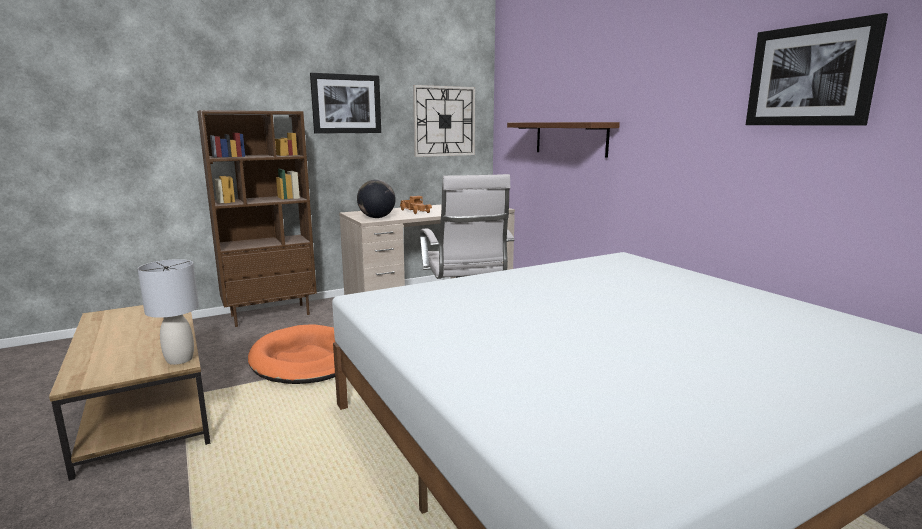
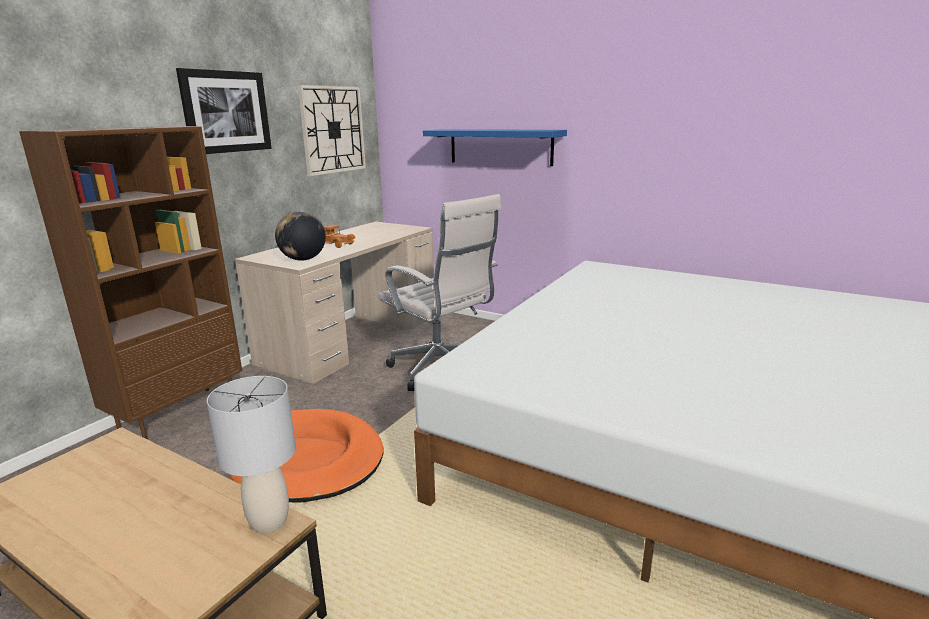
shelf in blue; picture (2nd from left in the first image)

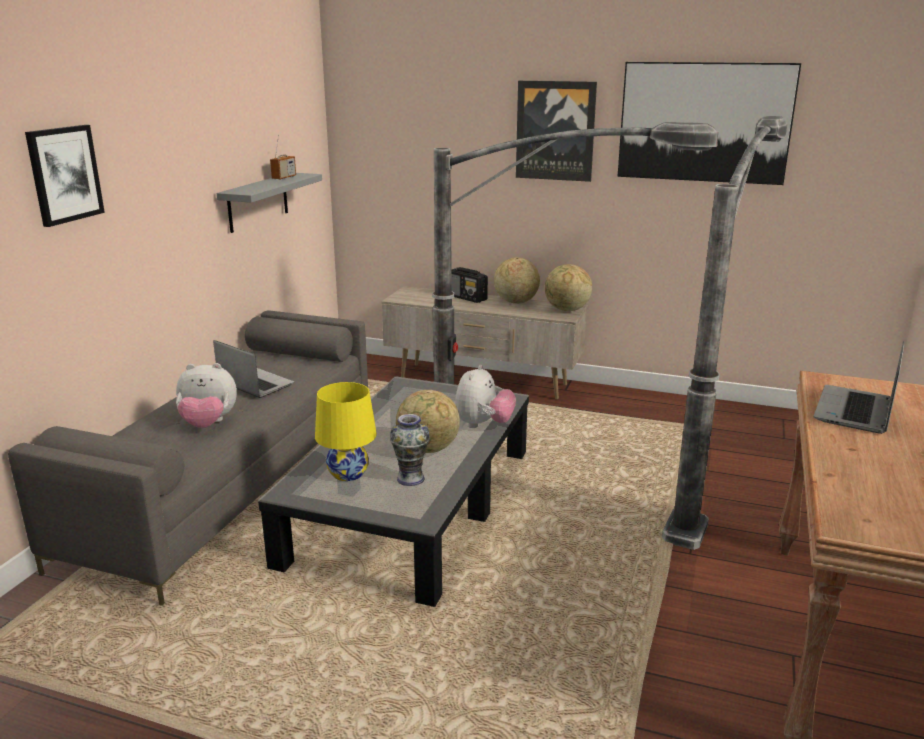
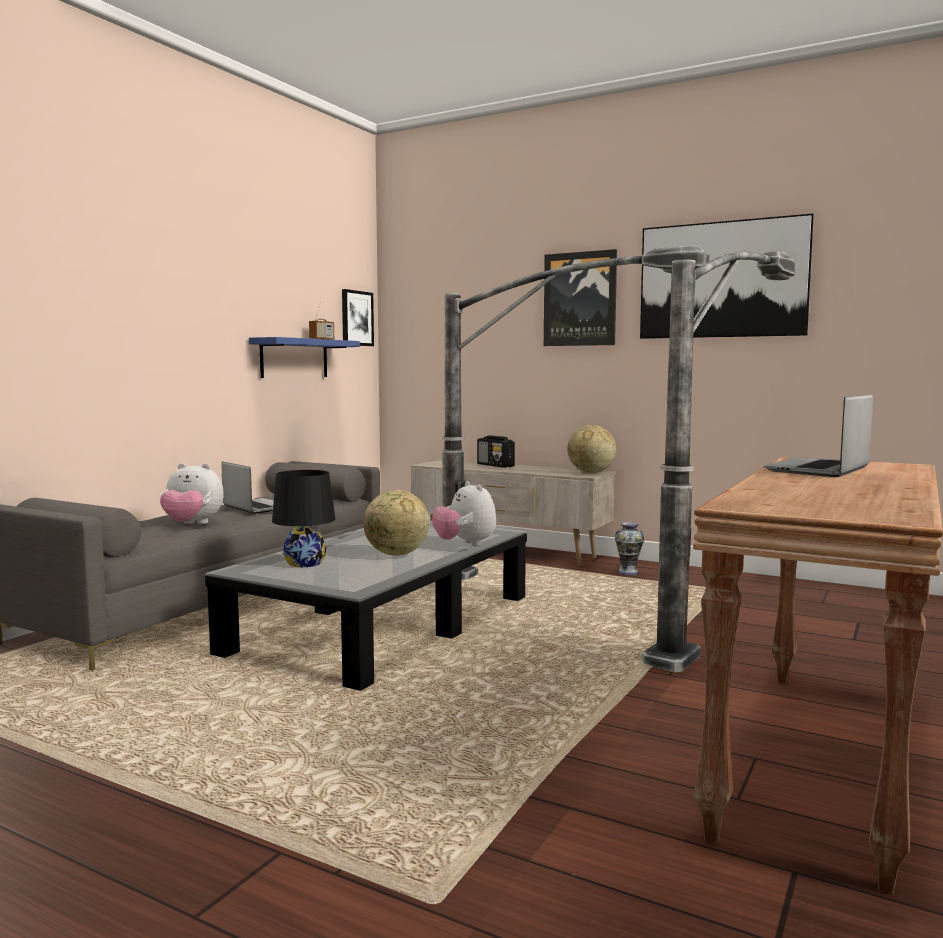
picture (1st from left); shelf in blue; table lamp in black; vase; plush toy (2nd from left); globe (2nd from left in the first image)

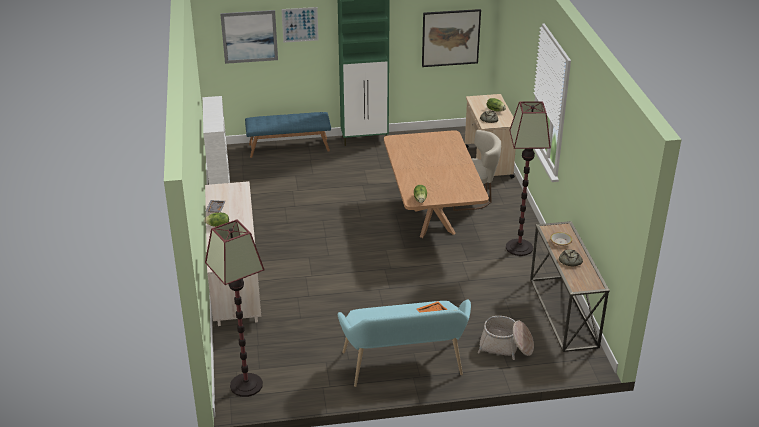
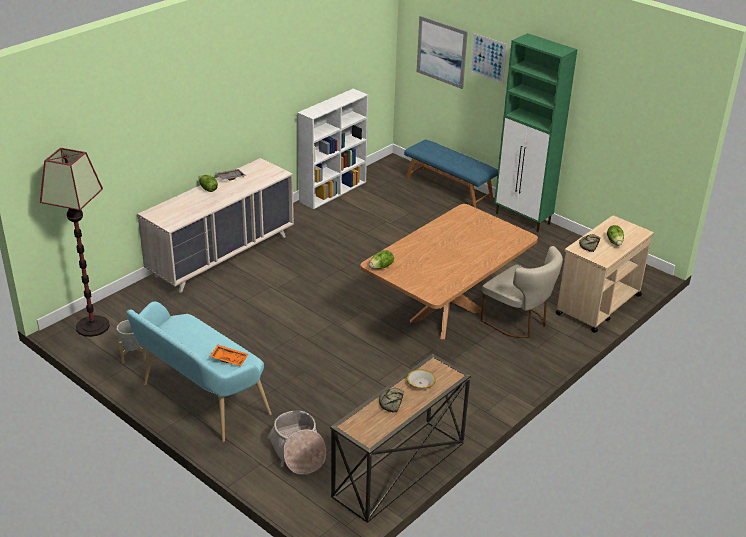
picture (3rd from left in the first image); floor lamp (2nd from left in the first image); planter in grey

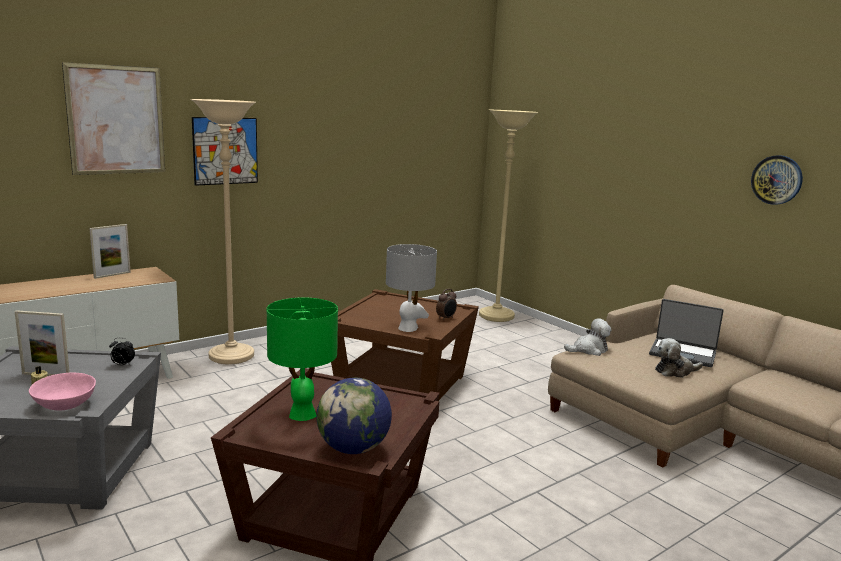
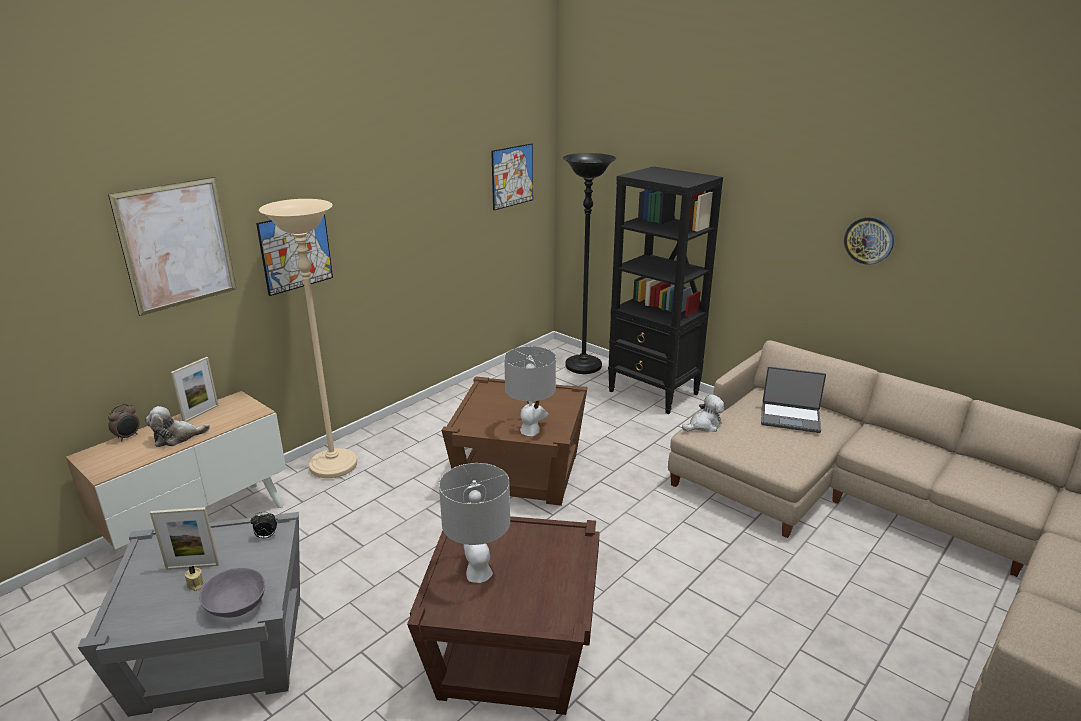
bowl in grey; table lamp in grey (1st from left); globe; alarm clock (1st from left); floor lamp in black; plush toy (1st from left); picture (3rd from left); bookcase in black

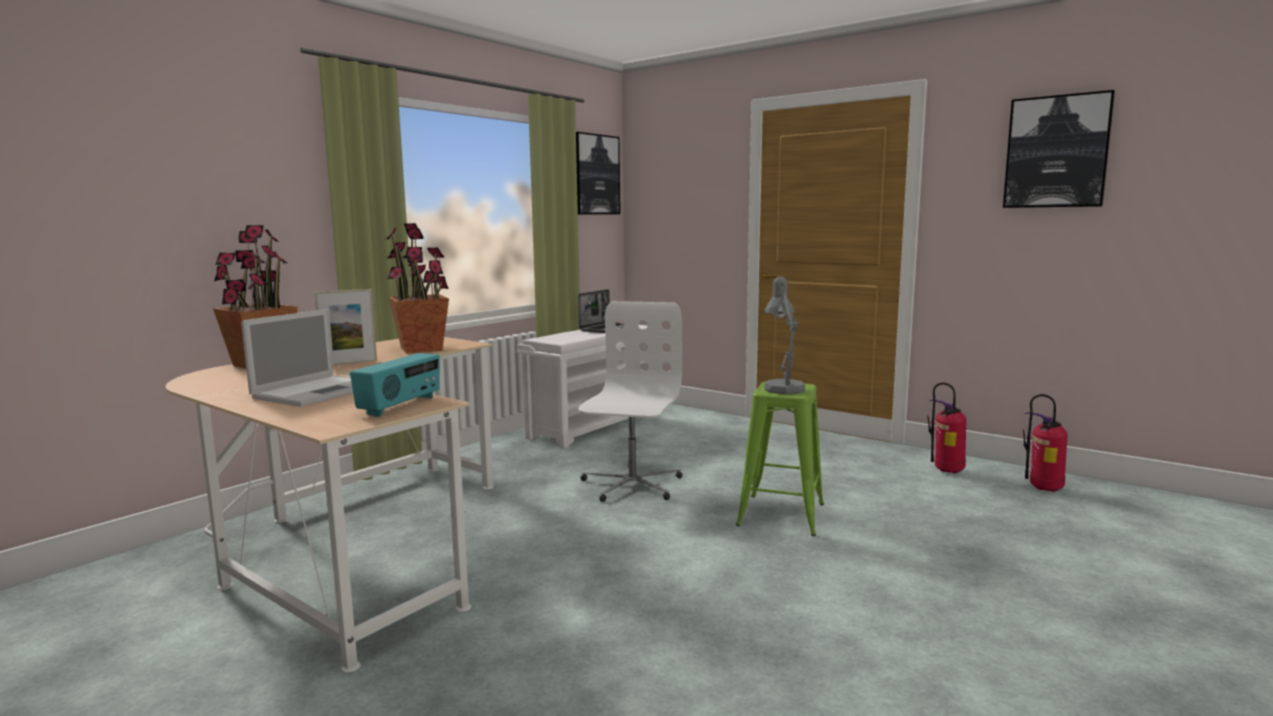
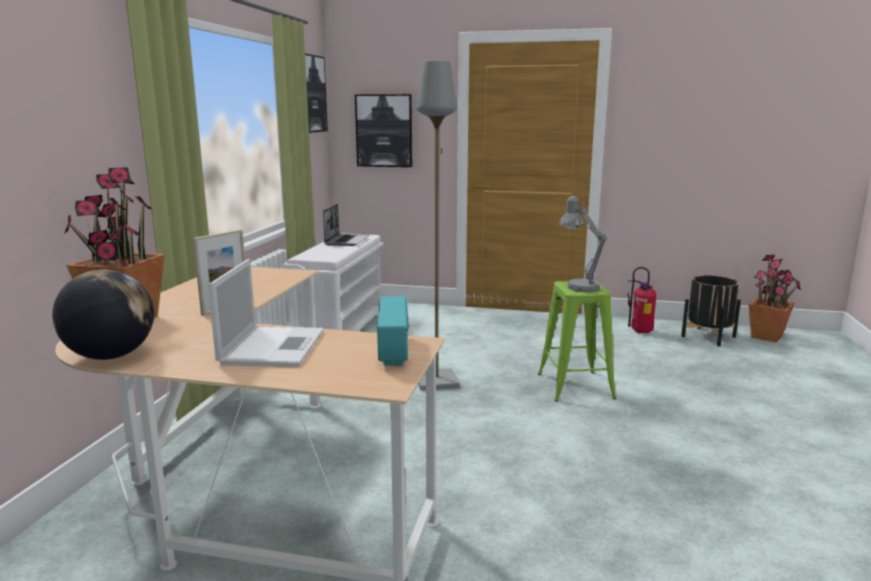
potted plant (2nd from left); floor lamp in grey; picture (2nd from left); planter in black; globe

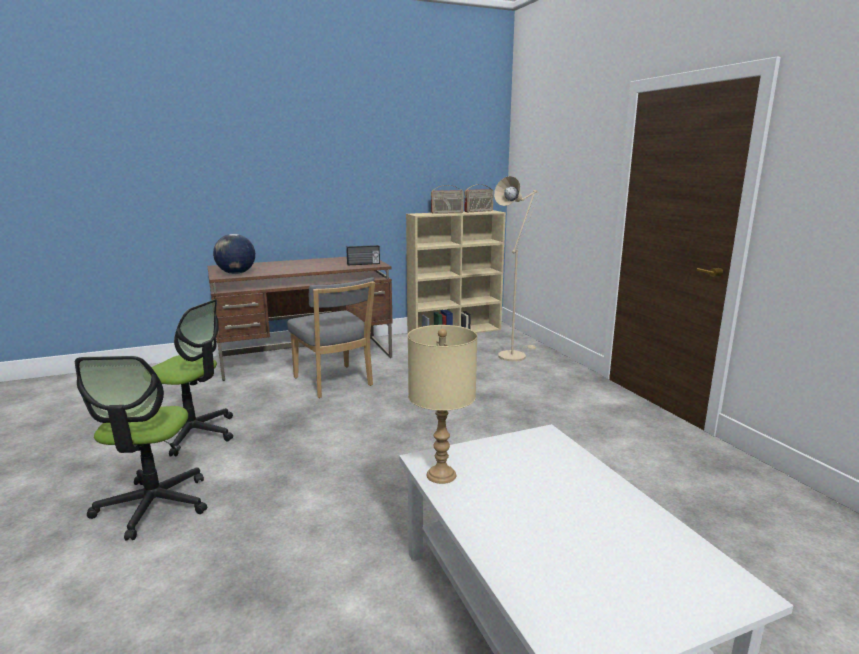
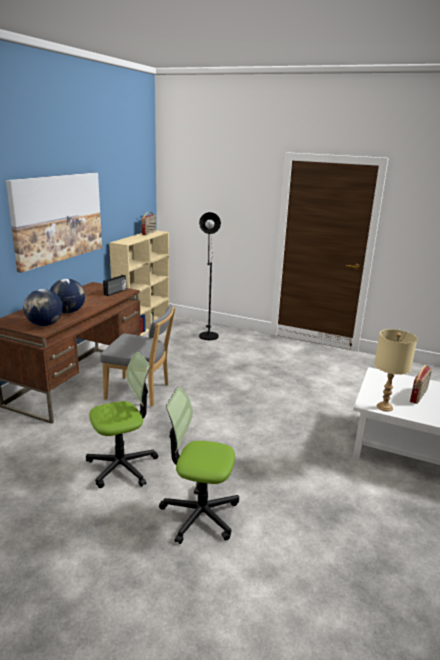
office chair (2nd from left); radio (3rd from left); floor lamp in black; picture; globe (2nd from left)

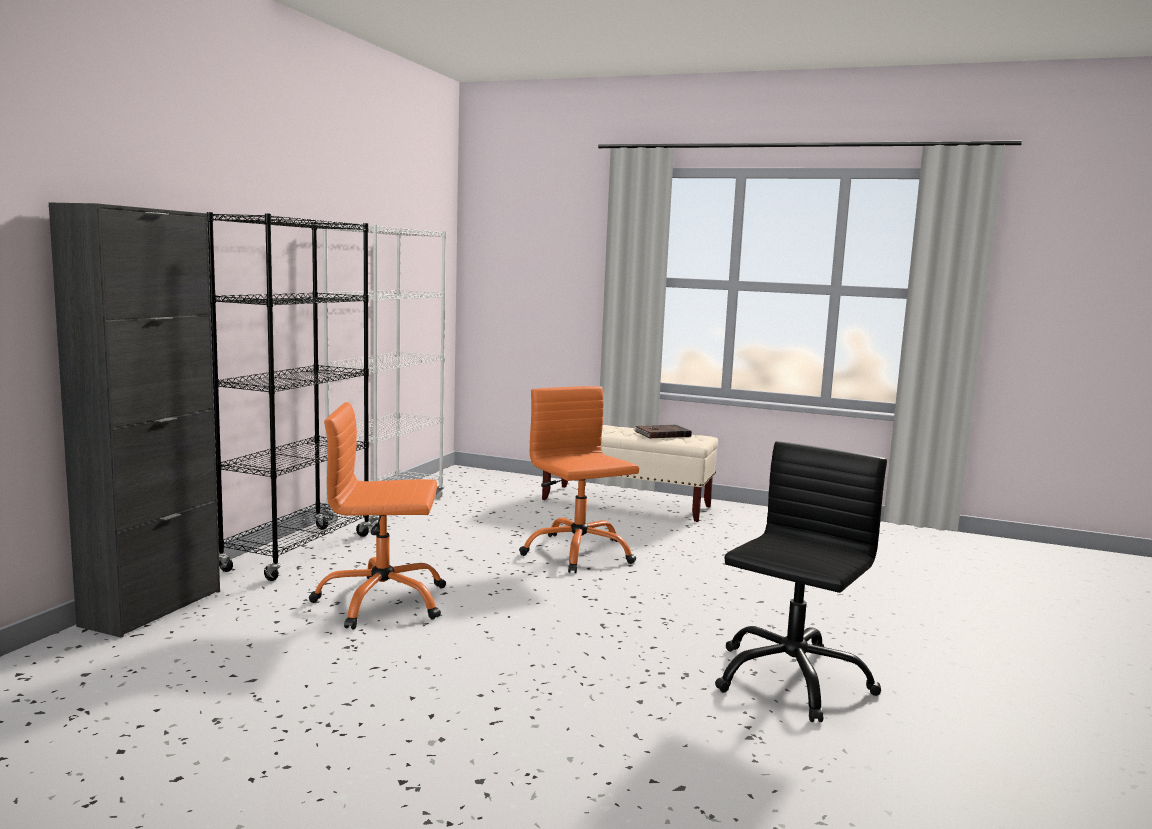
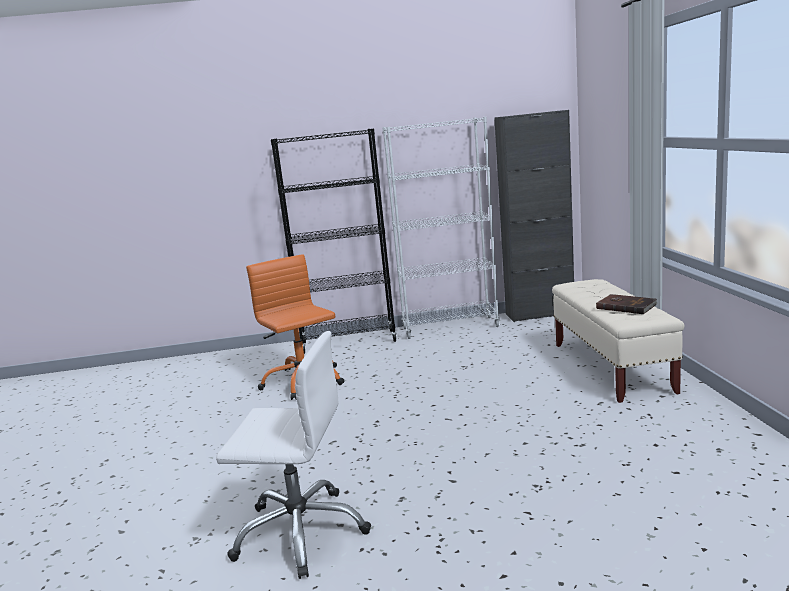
cabinet in black; office chair in orange (2nd from left in the first image); office chair in white

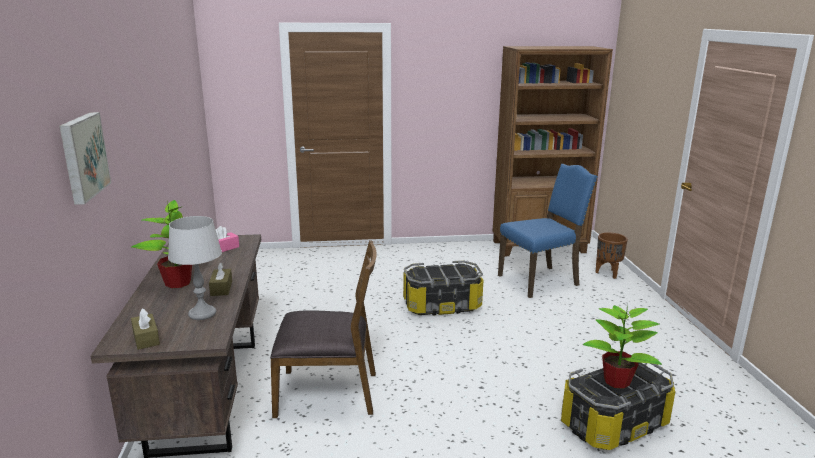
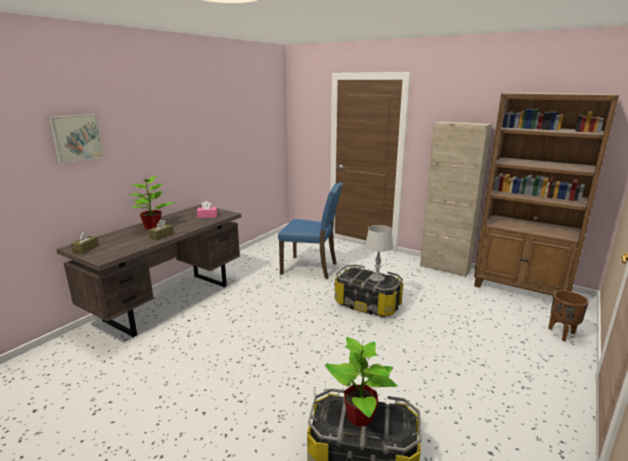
table lamp in grey; chair in brown; chair in blue; cabinet in beige

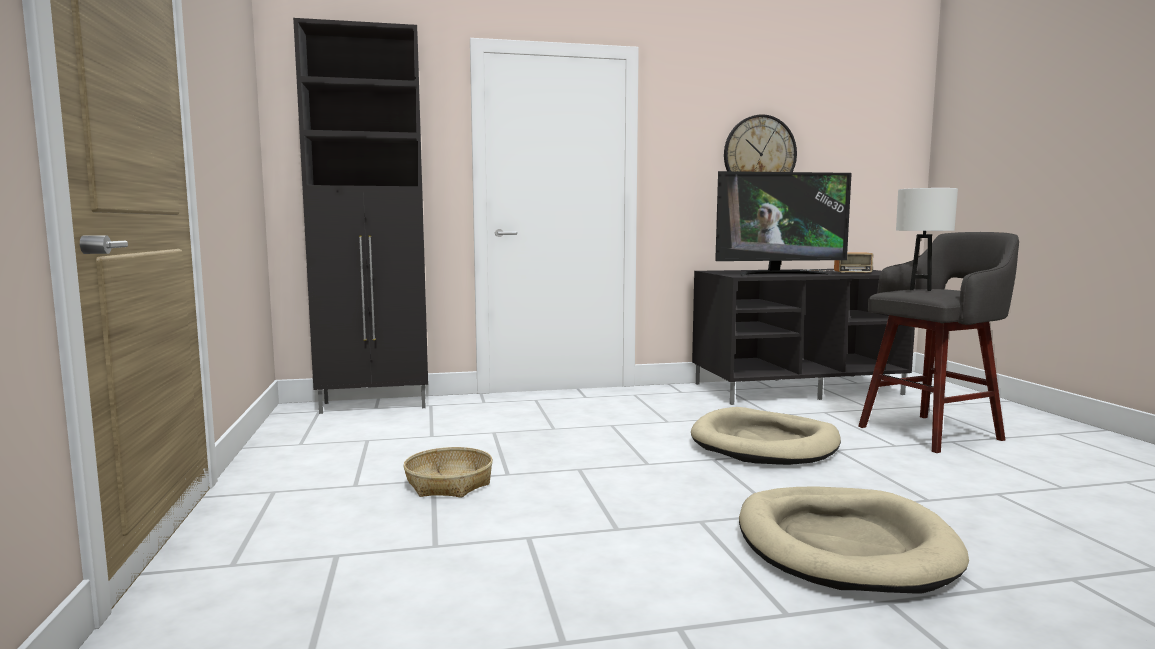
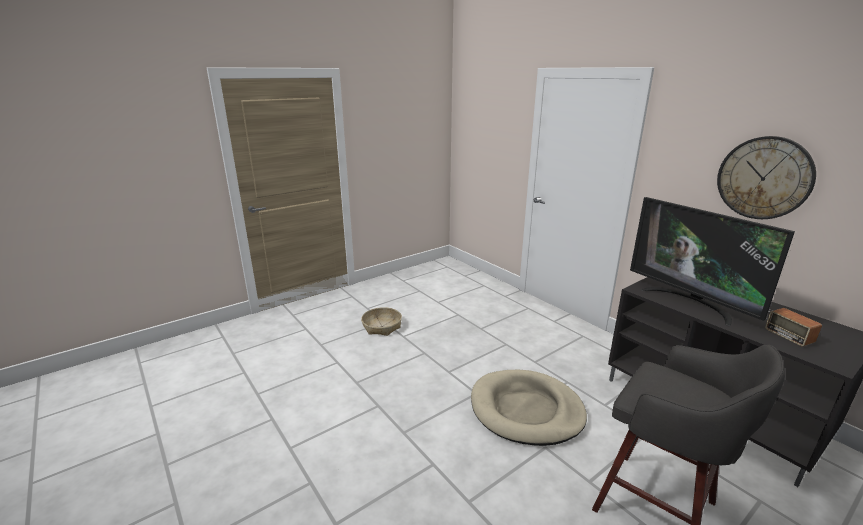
cabinet in black; dog bed in beige (2nd from left in the first image); table lamp in white

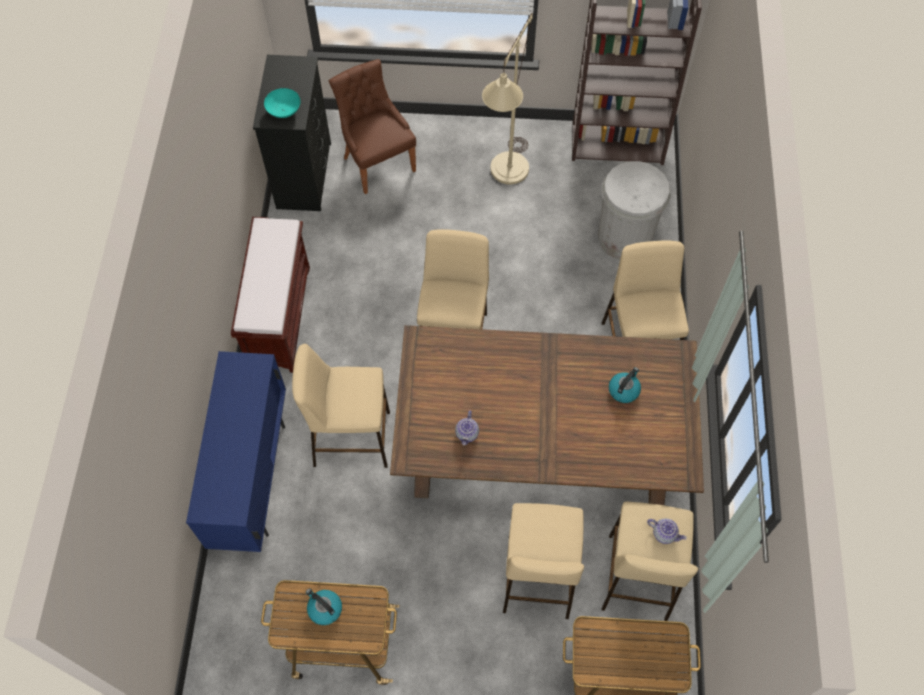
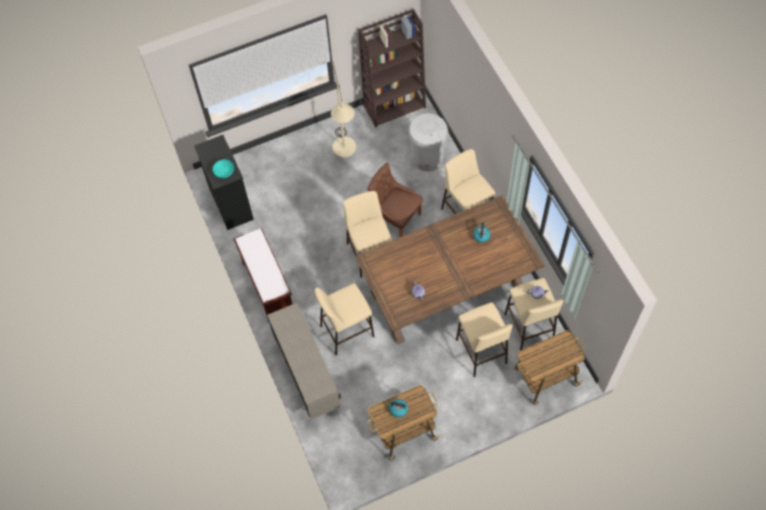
cabinet in beige; chair in brown

